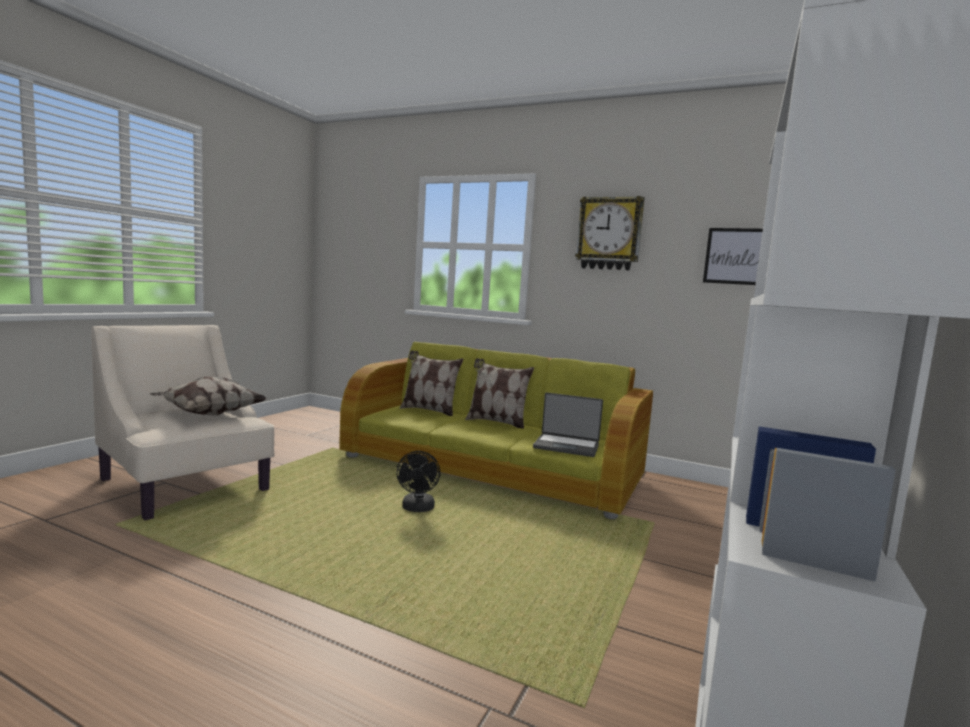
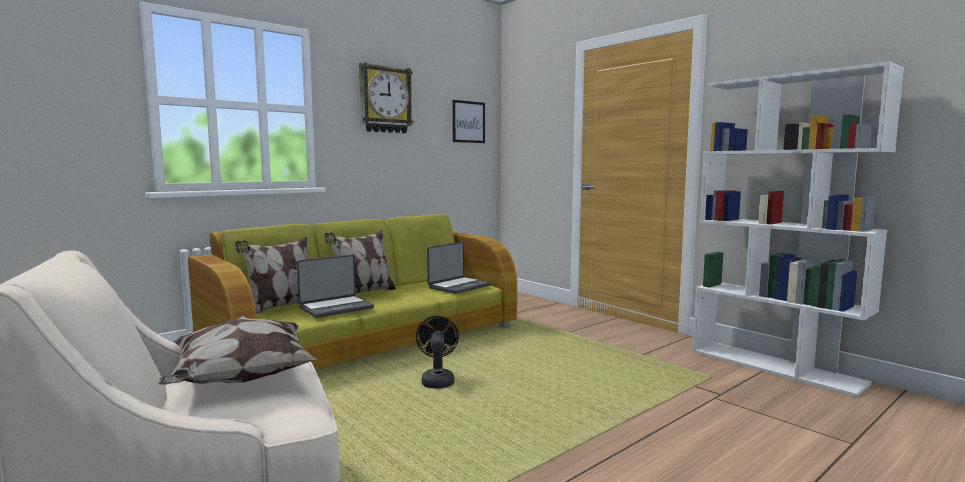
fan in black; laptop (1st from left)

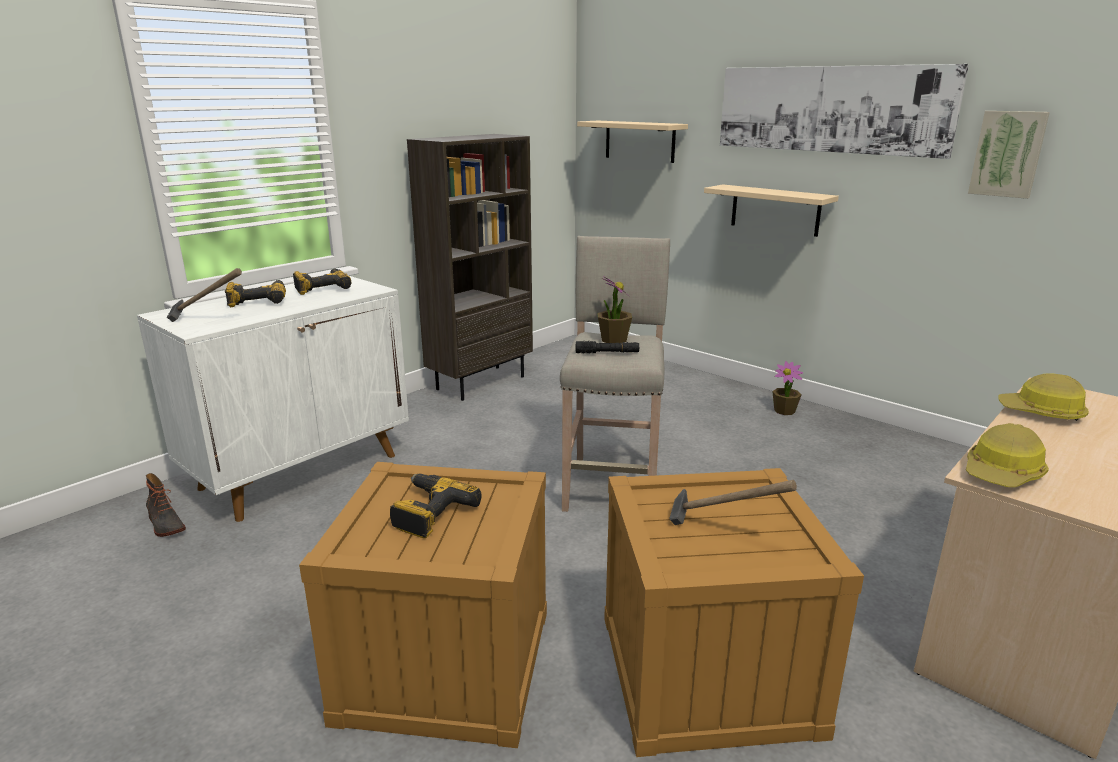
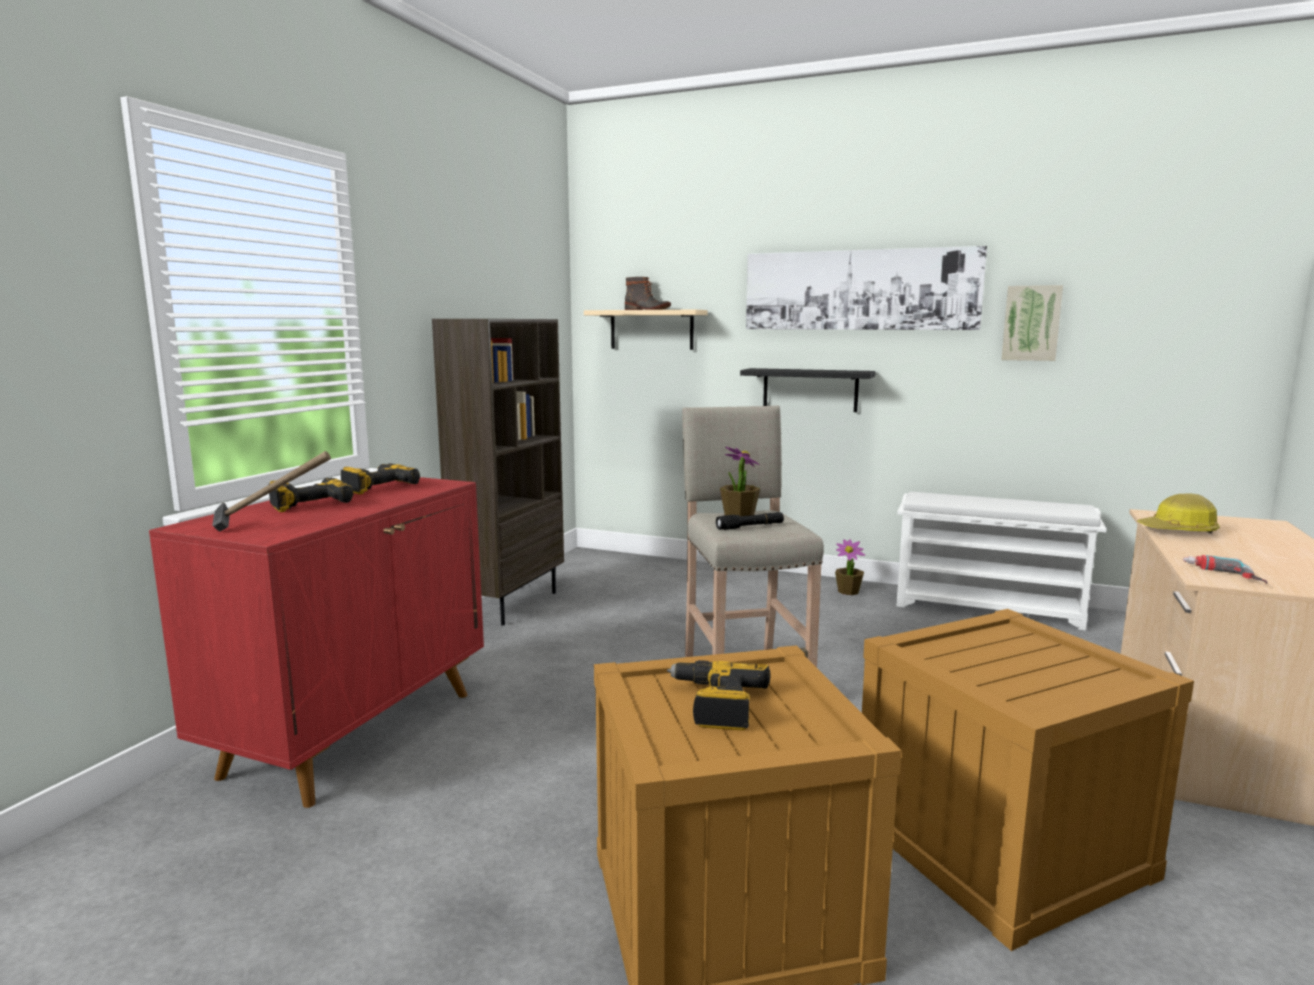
cabinet in red; boot; hammer (2nd from left in the first image); shelf in black; power drill (4th from left); shoe rack in white

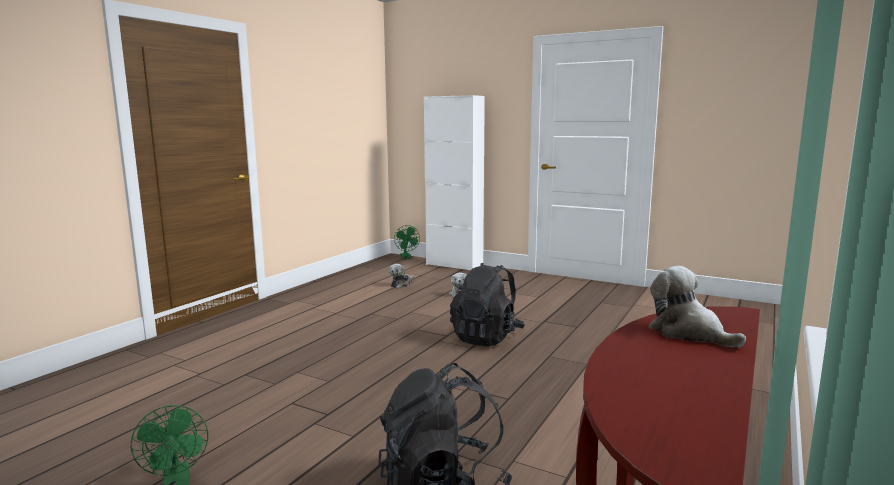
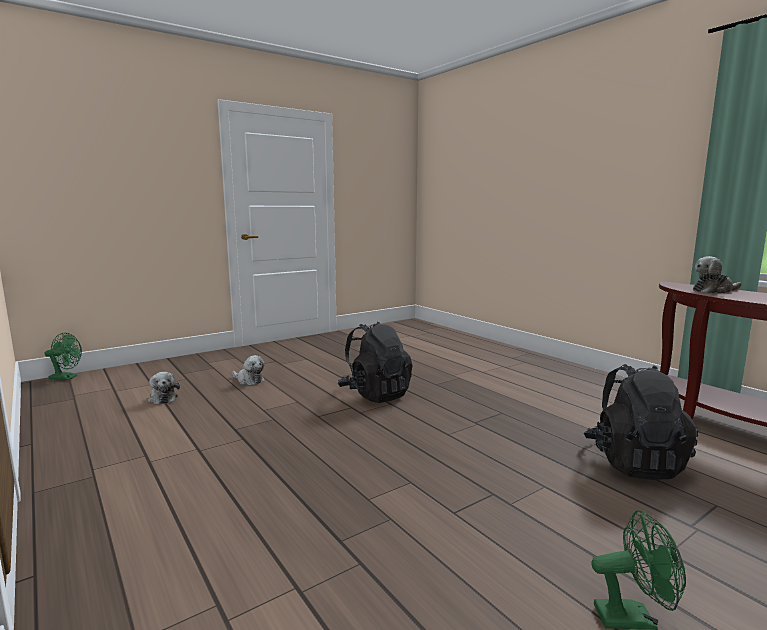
cabinet in white

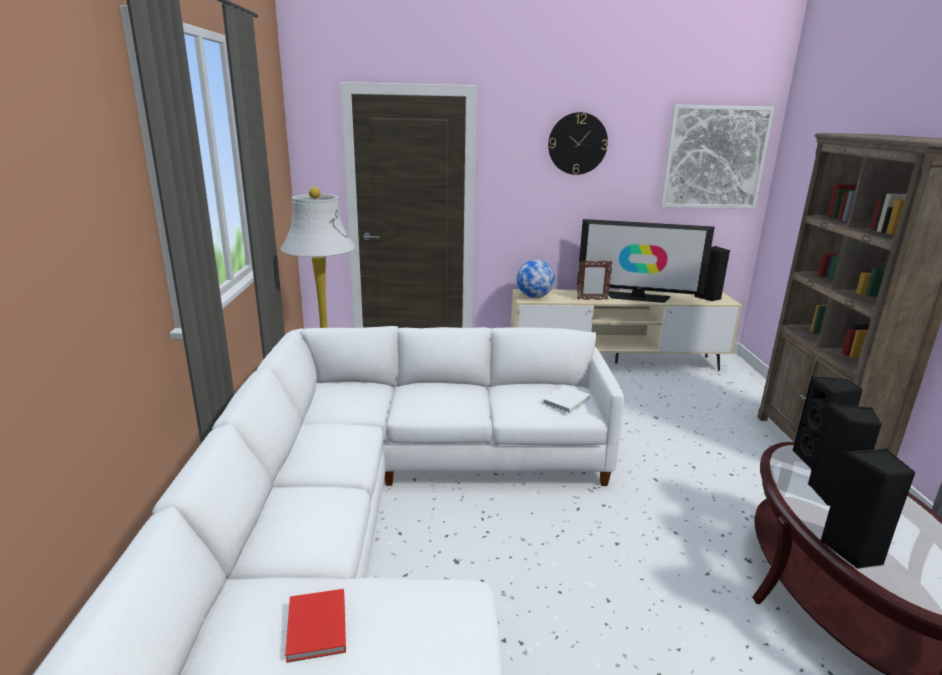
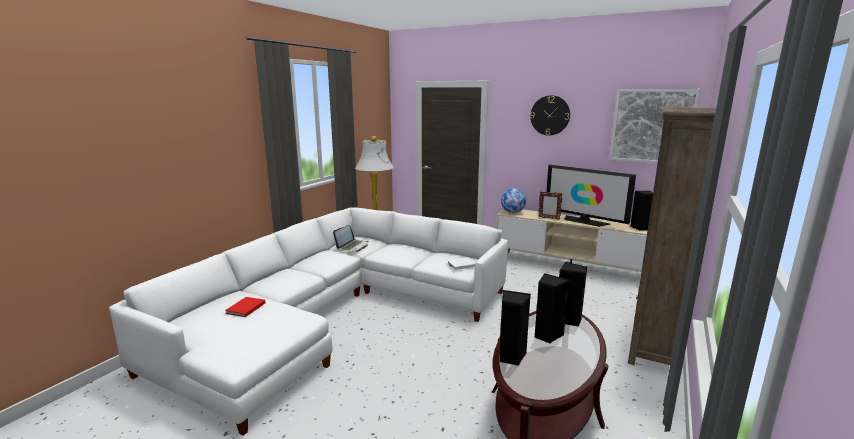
laptop

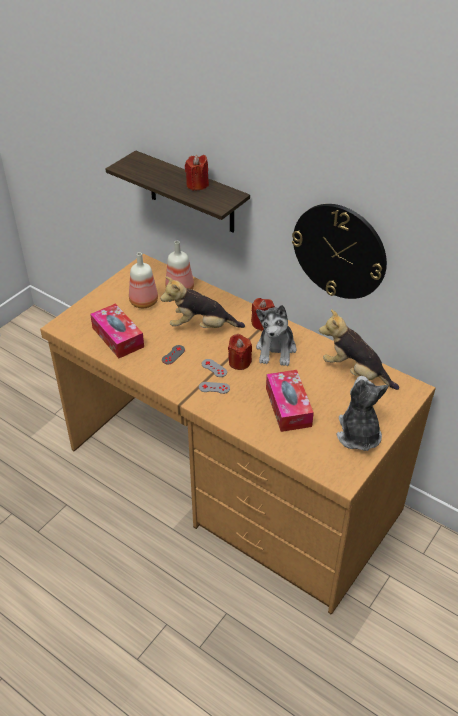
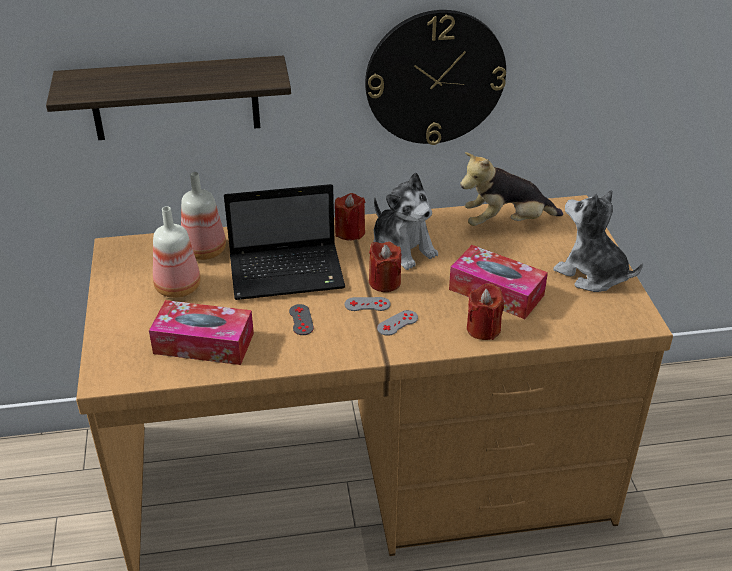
laptop; candle in red (3rd from left)

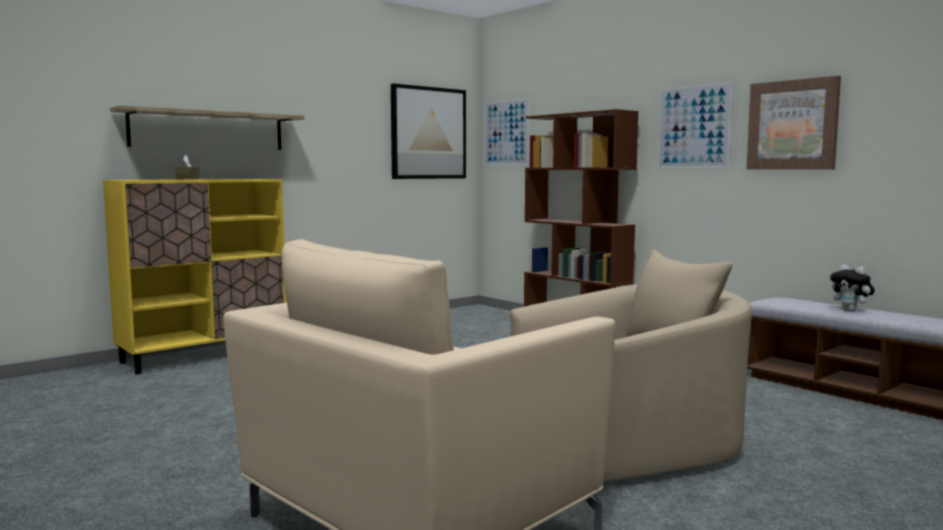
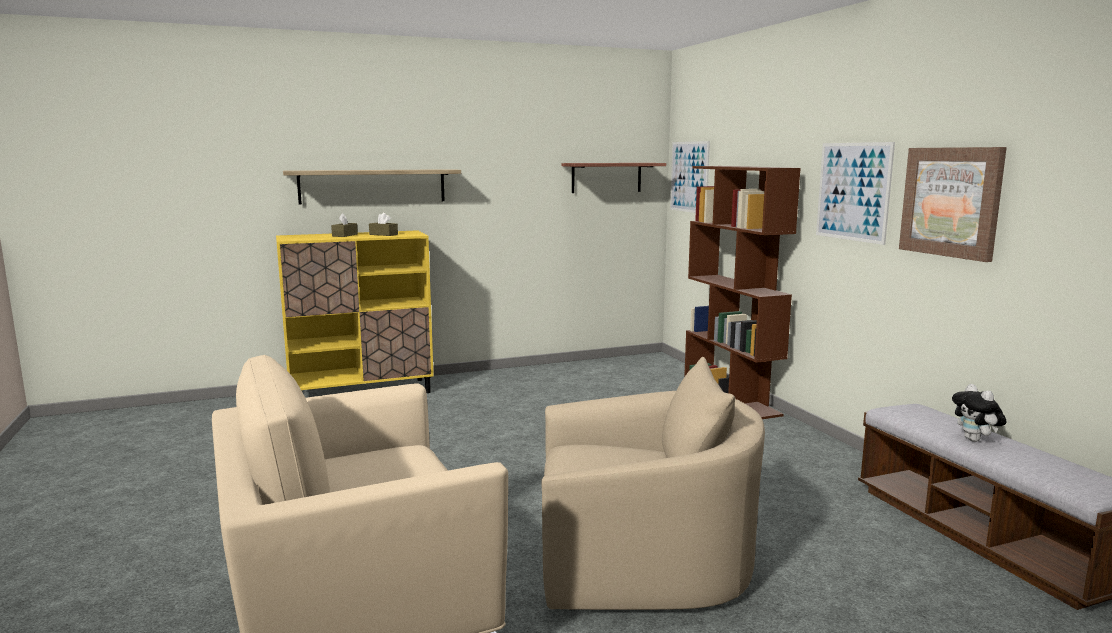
shelf (2nd from left); tissue box in brown (2nd from left)

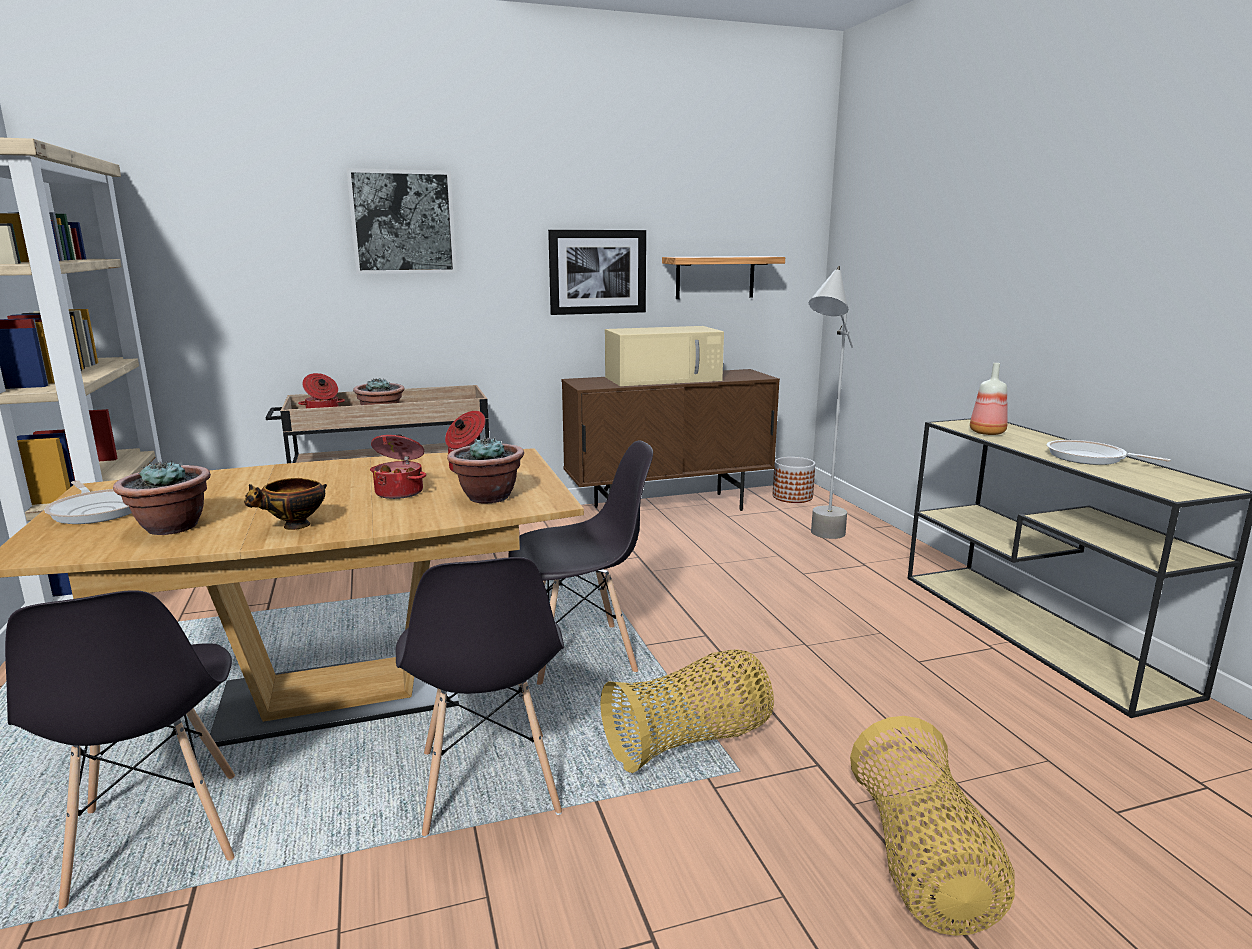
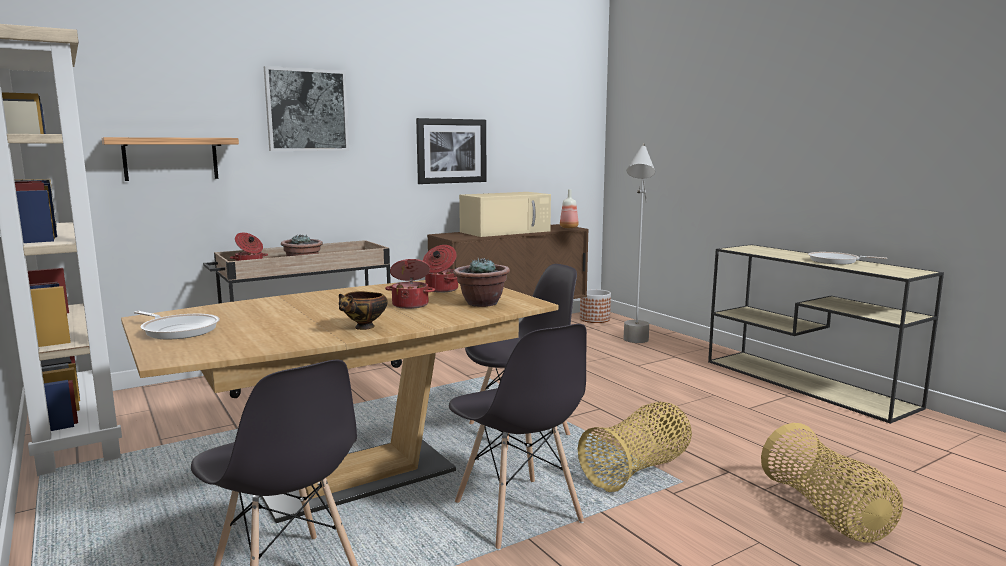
potted plant (1st from left in the first image); shelf; bottle

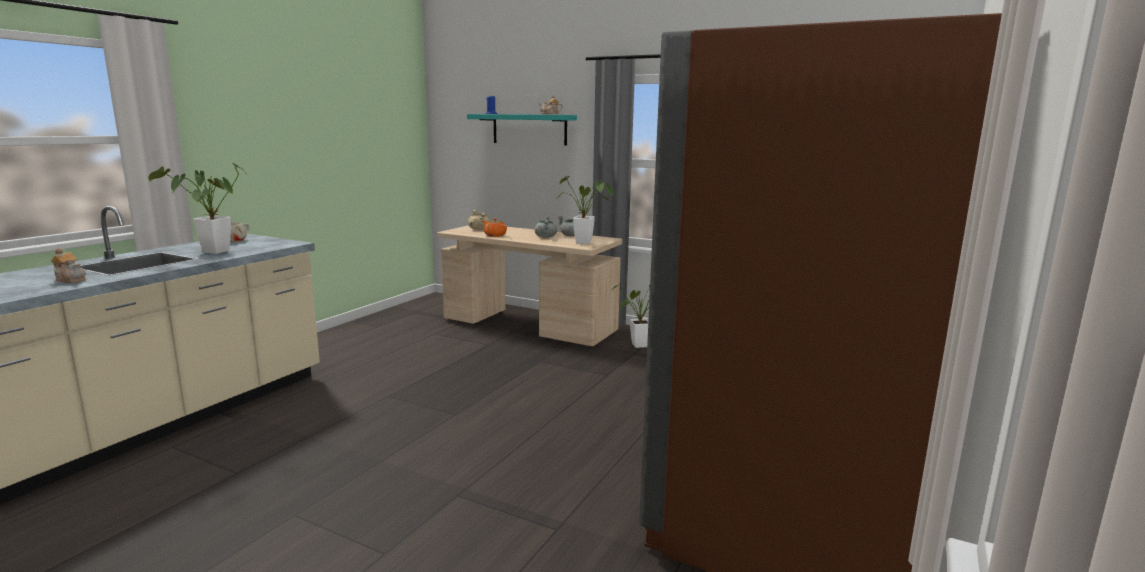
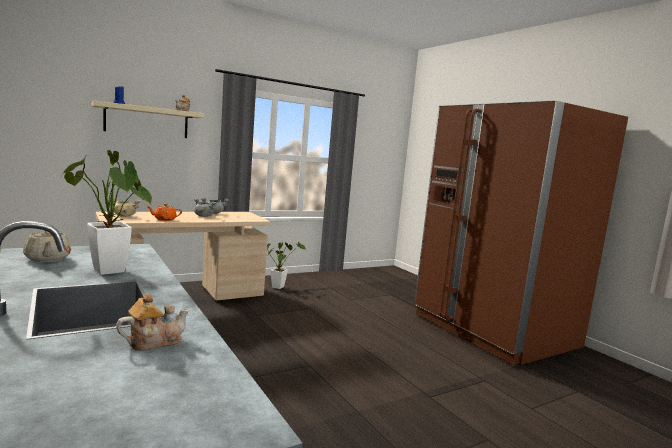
shelf in beige; potted plant (2nd from left in the first image)

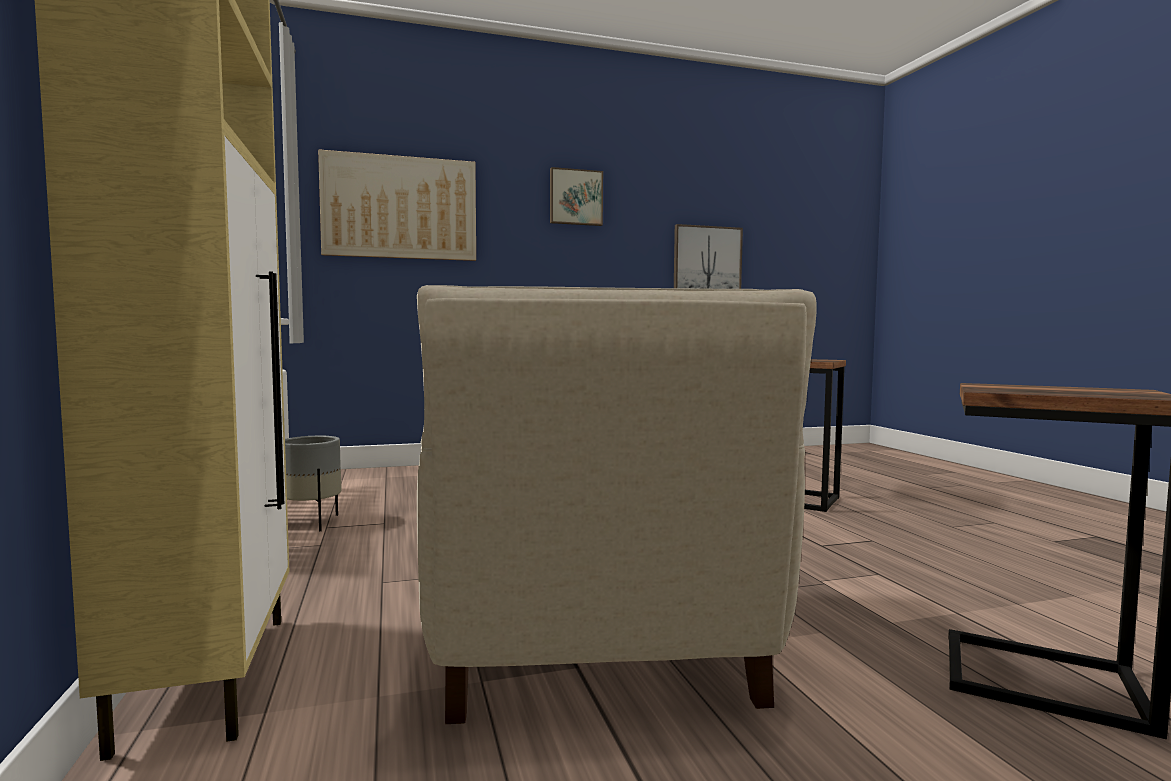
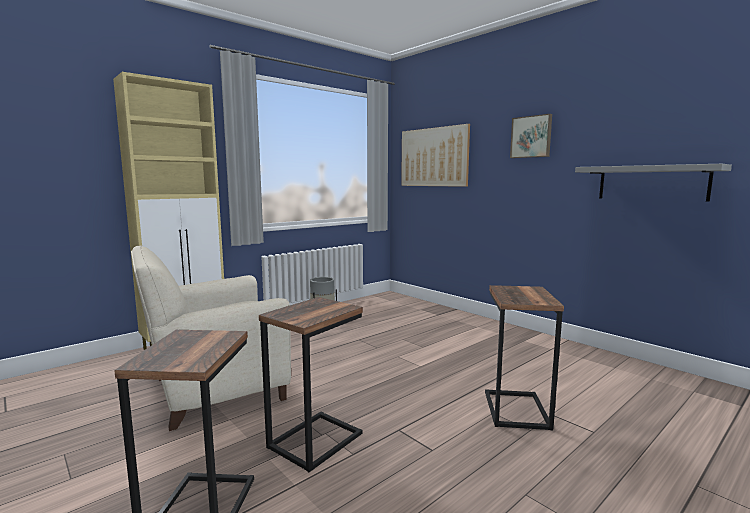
shelf in grey; side table (2nd from left)

